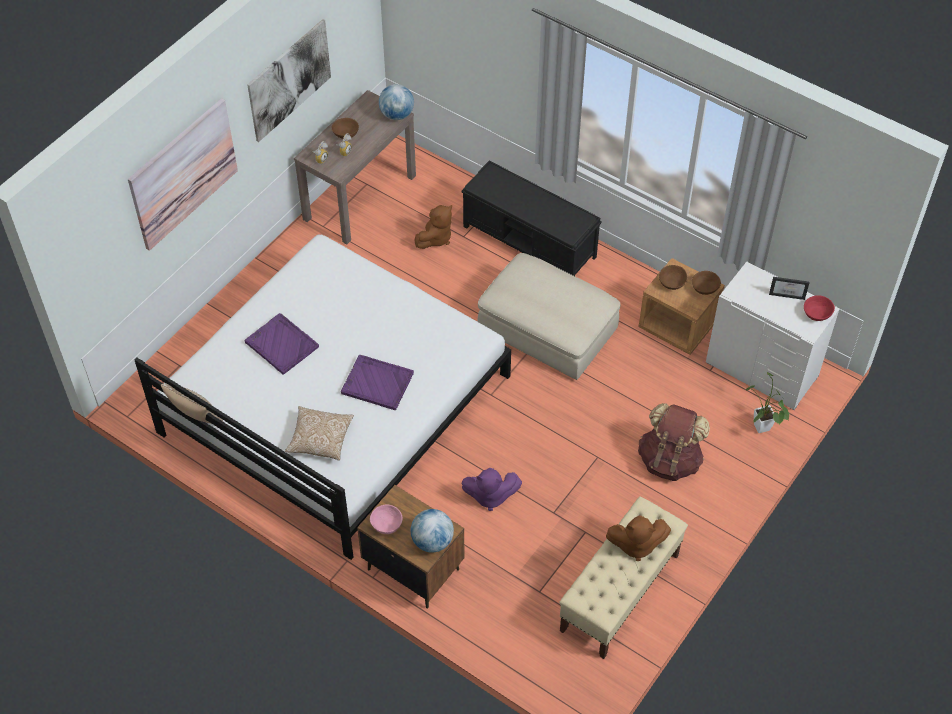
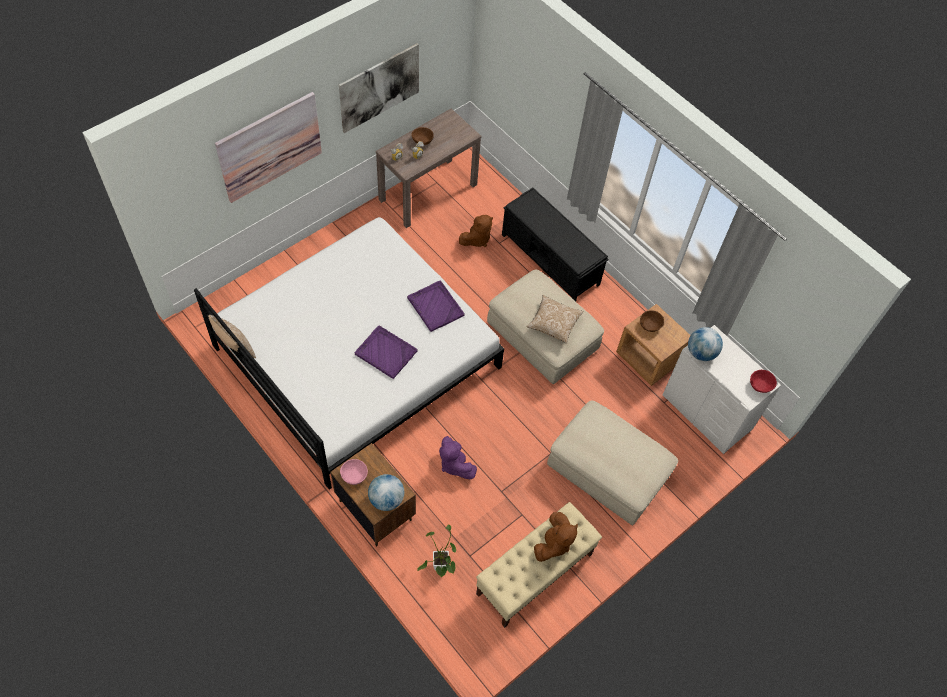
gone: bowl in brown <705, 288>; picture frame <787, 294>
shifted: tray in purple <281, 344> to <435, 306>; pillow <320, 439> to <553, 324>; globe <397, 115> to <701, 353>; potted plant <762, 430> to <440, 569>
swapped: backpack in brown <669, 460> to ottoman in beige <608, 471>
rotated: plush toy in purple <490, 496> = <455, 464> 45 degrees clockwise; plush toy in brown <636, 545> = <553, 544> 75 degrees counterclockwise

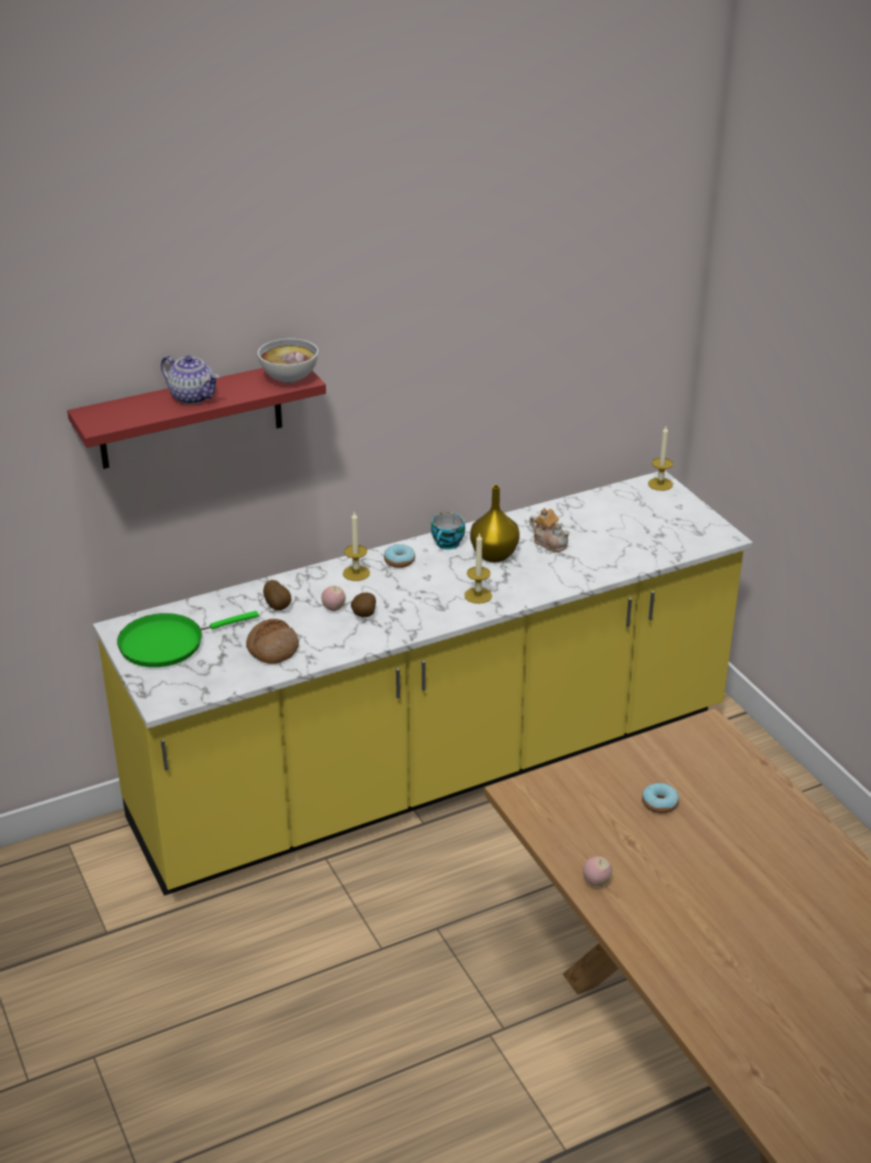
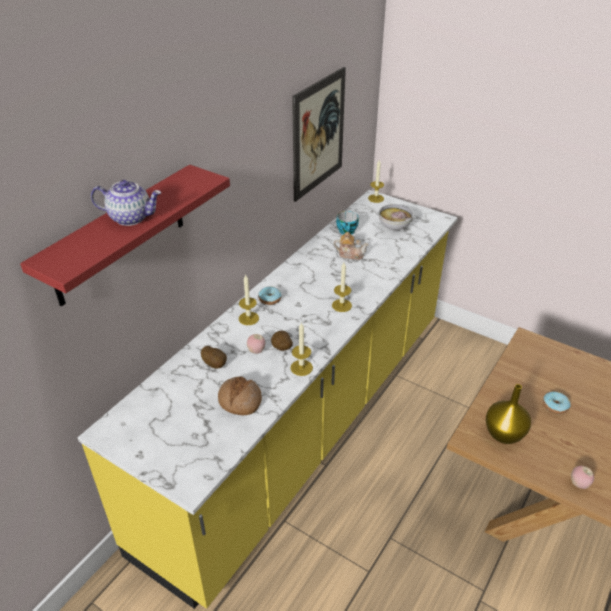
gone: frying pan in green <167, 643>
new: candle <301, 367>; picture <318, 134>
shifted: bowl <289, 379> to <394, 227>; cup <448, 544> to <347, 232>; vase in yellow <494, 555> to <504, 435>

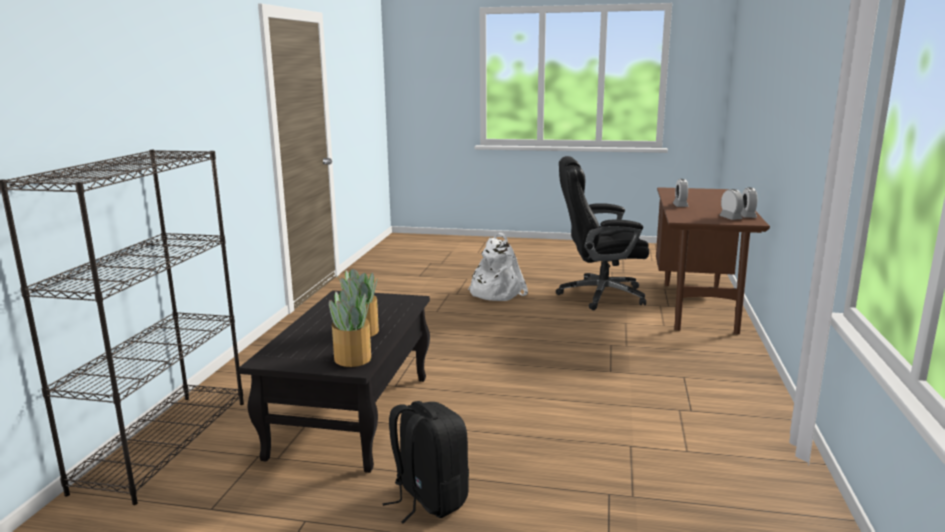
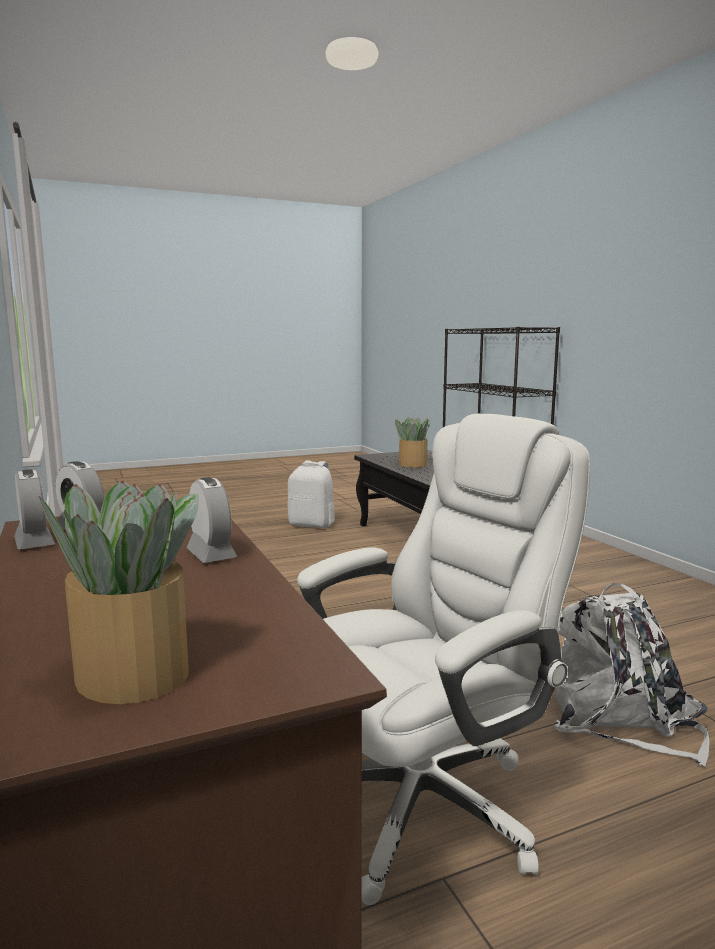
shifted: potted plant <352, 358> to <132, 673>
repainted: backpack in black <428, 499> to backpack in white <312, 524>; office chair in black <599, 295> to office chair in white <424, 802>

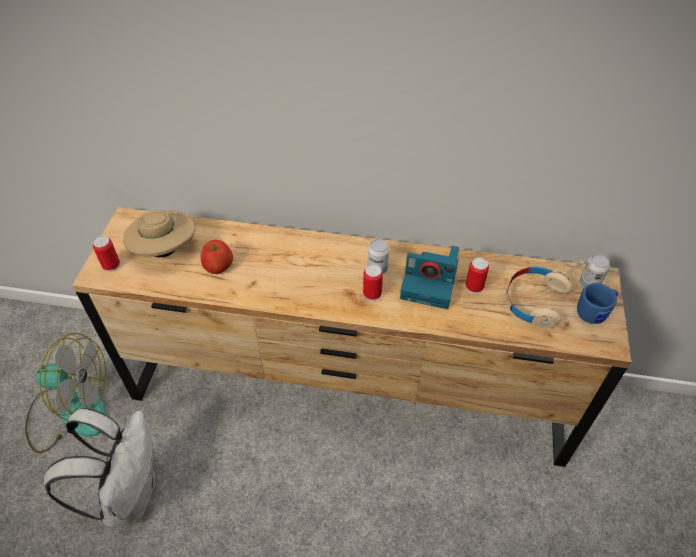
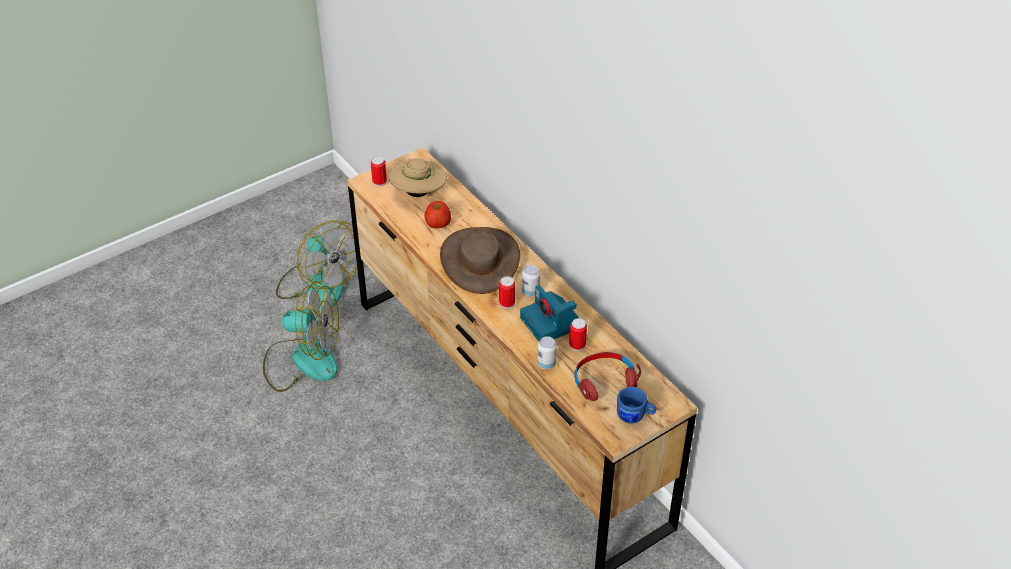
new: hat in brown <480, 260>
shifted: can <589, 284> to <546, 364>
swapped: backpack in white <129, 494> to fan <303, 360>
repainted: headphones in beige <534, 301> to headphones in red <604, 381>

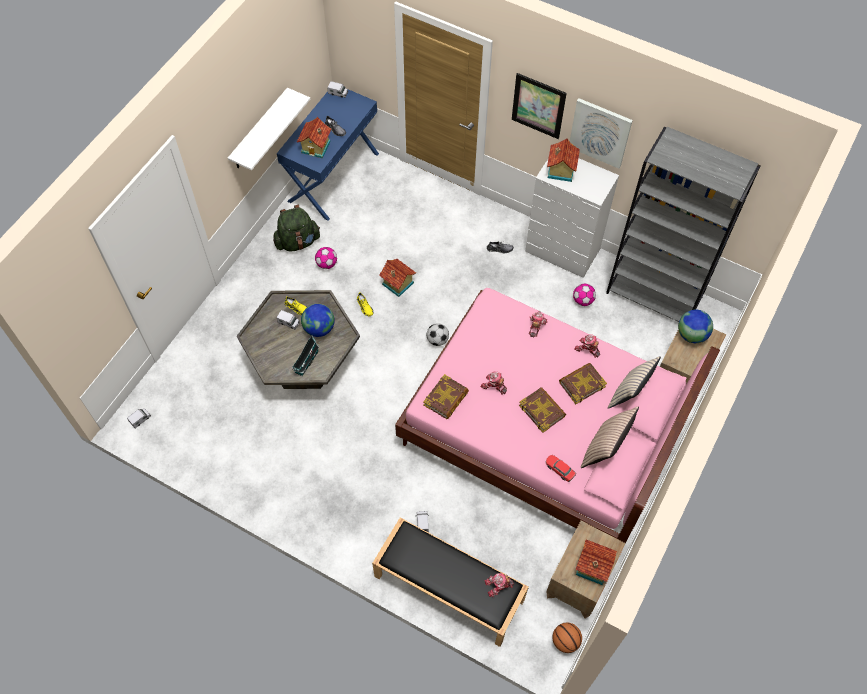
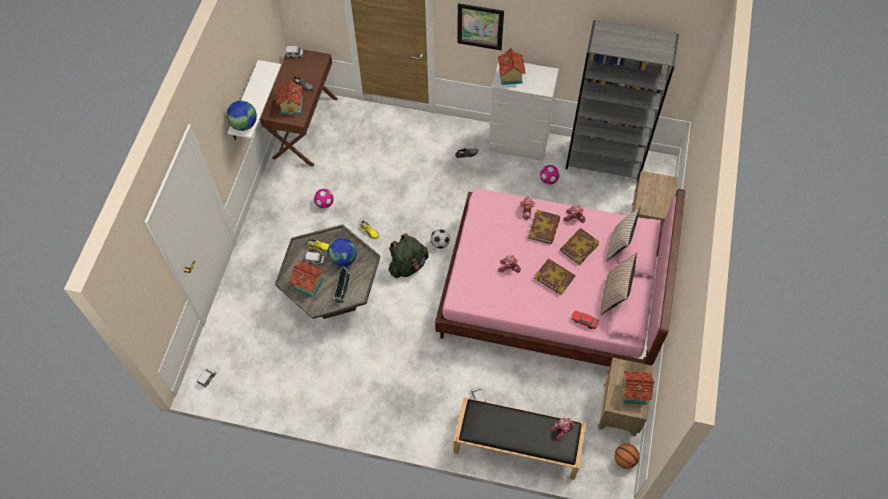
gone: picture <600, 132>
shifted: backpack in green <297, 242> to <408, 265>; toy house <397, 284> to <308, 284>; book <446, 399> to <544, 228>; globe <691, 334> to <244, 124>
repainted: desk in blue <333, 176> to desk in brown <304, 127>

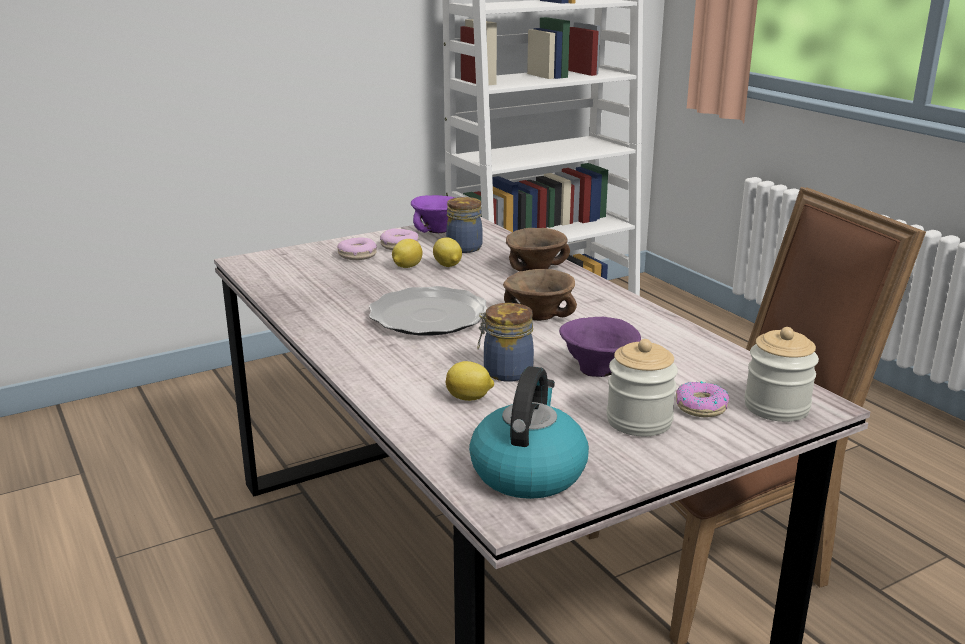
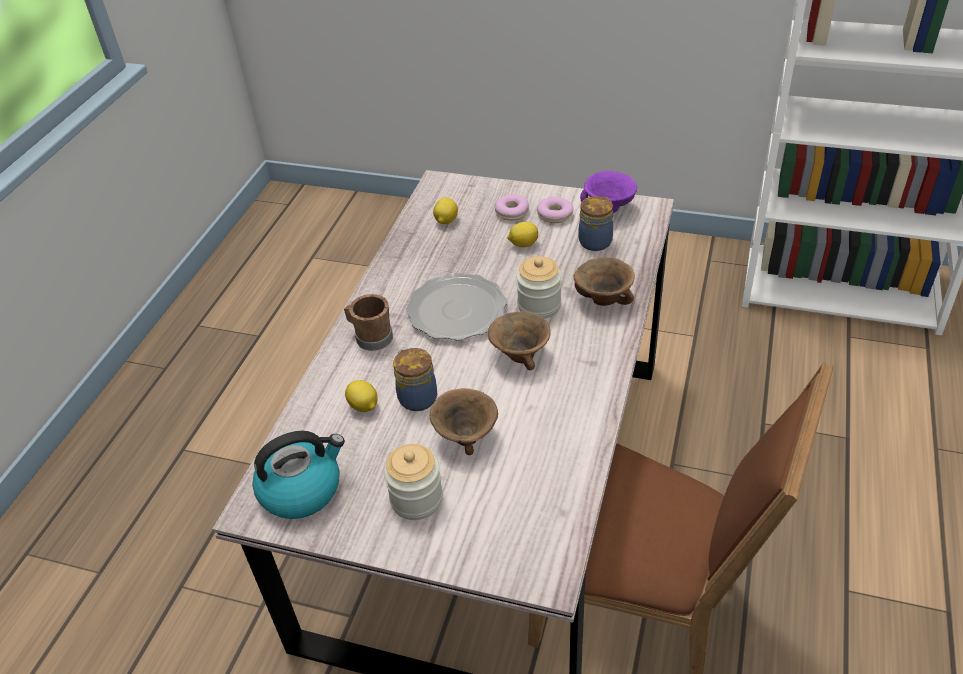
gone: donut <700, 407>
new: mug in brown <370, 337>
shifted: lemon <447, 265> to <446, 221>; jar <776, 407> to <539, 305>
repainted: bowl in purple <596, 372> to bowl in brown <465, 436>

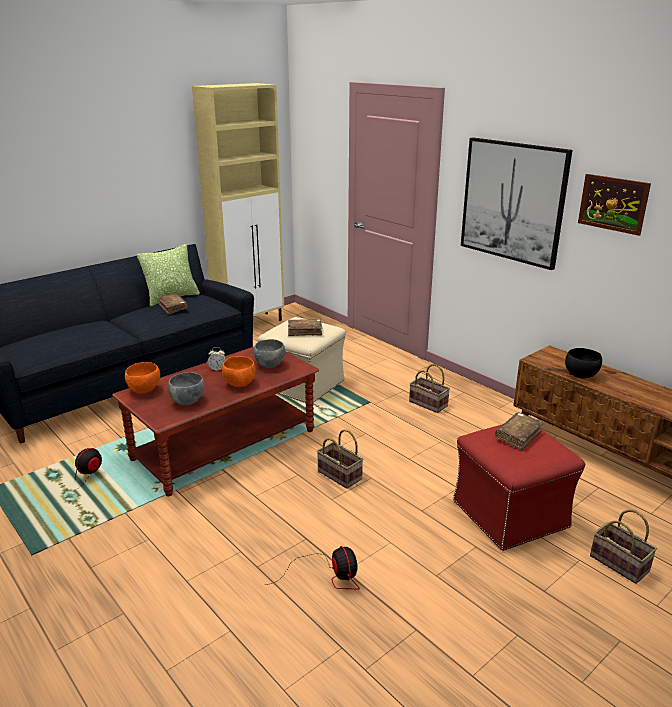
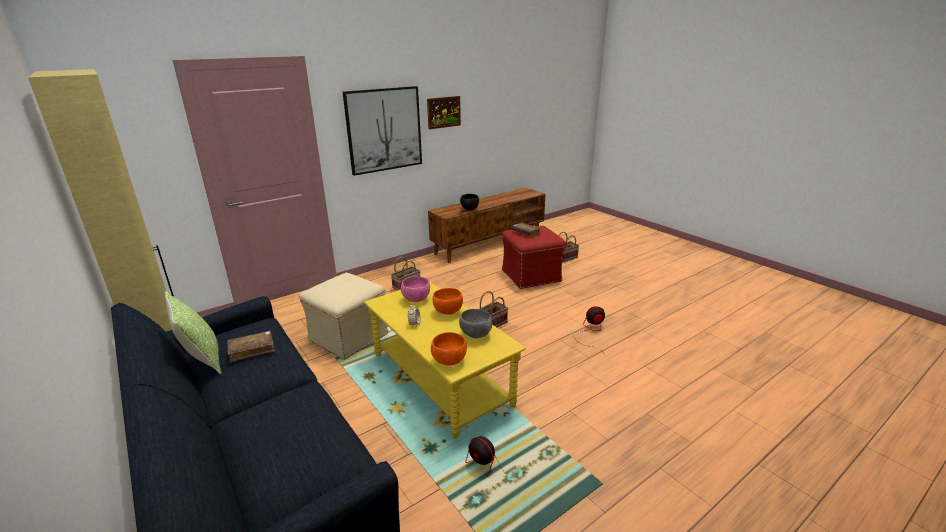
gone: book in brown <305, 331>
repainted: coffee table in brown <225, 445> to coffee table in yellow <440, 378>; bowl in grey <270, 365> to bowl in pink <416, 299>

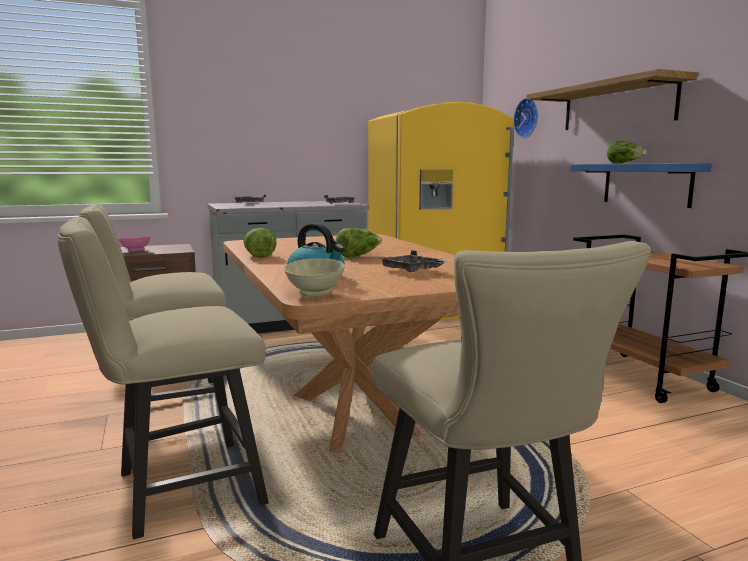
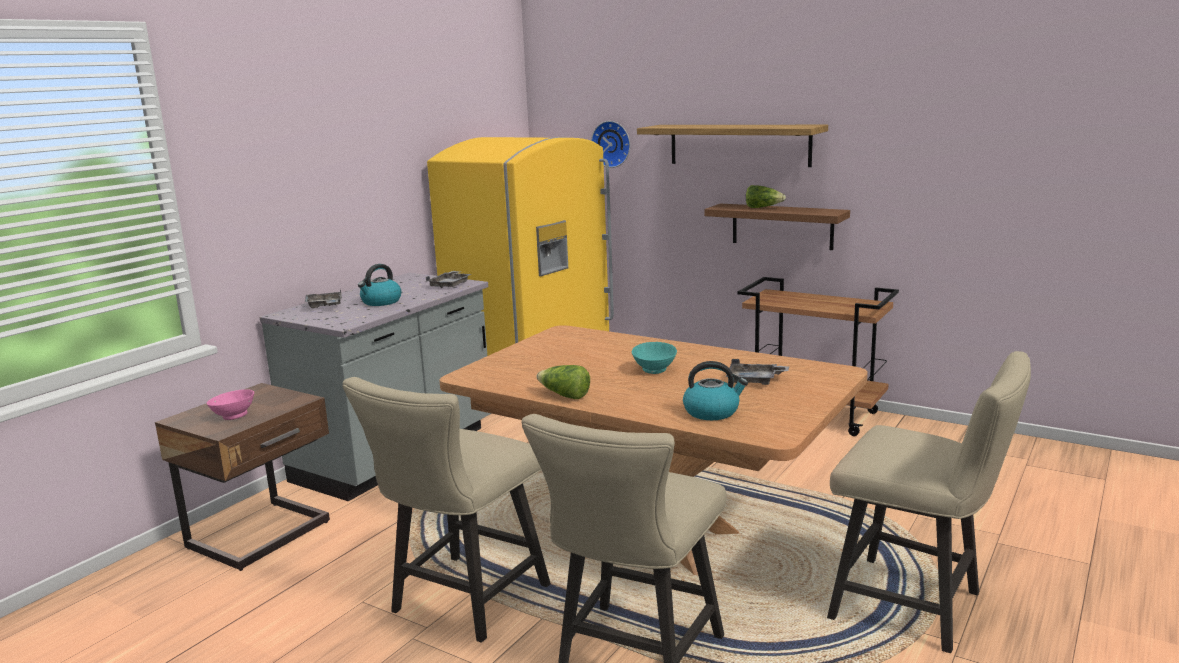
gone: bowl in beige <314, 294>
new: kettle <381, 302>
swapped: lettuce <358, 255> to bowl in turquoise <653, 370>
repainted: shelf in blue <646, 184> to shelf in brown <782, 226>

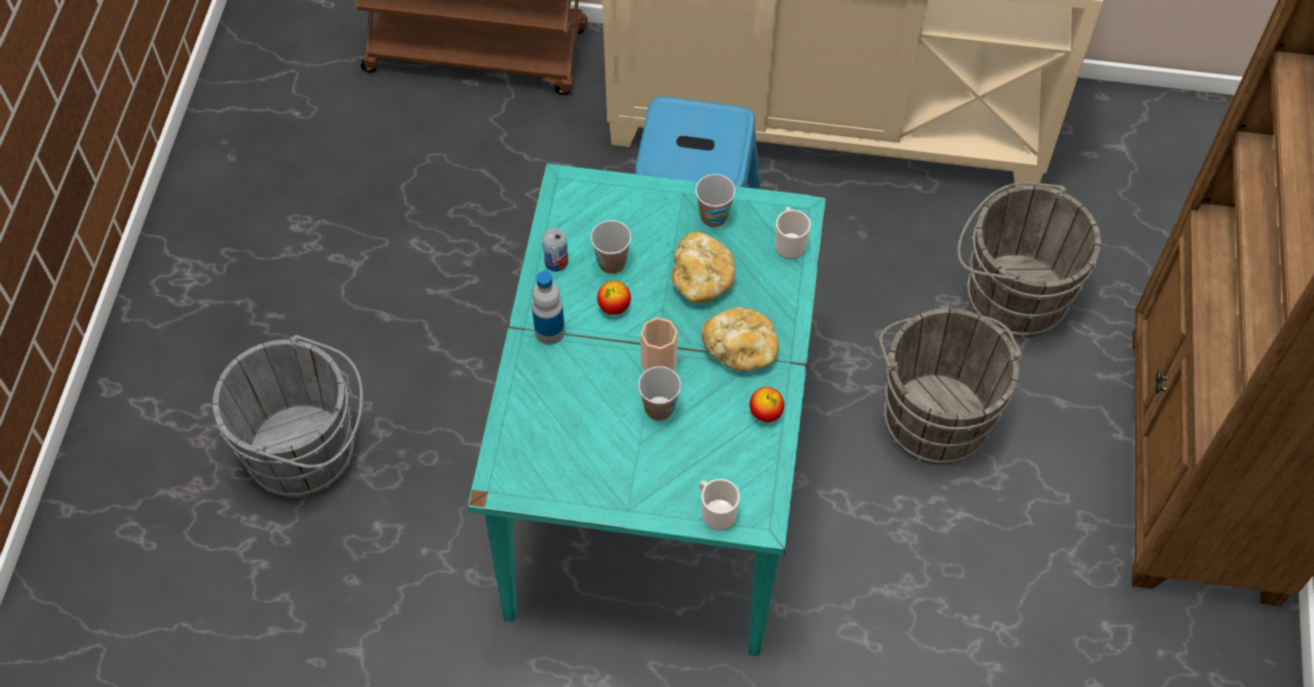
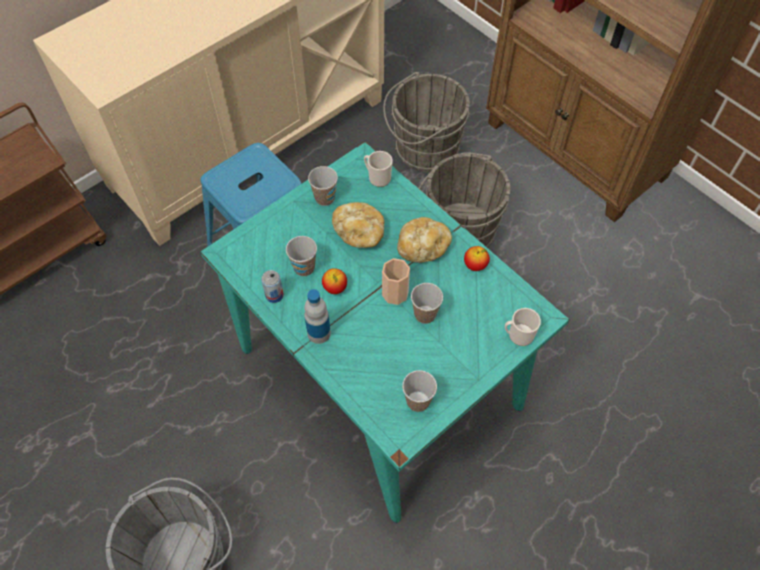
new: cup <418, 401>

